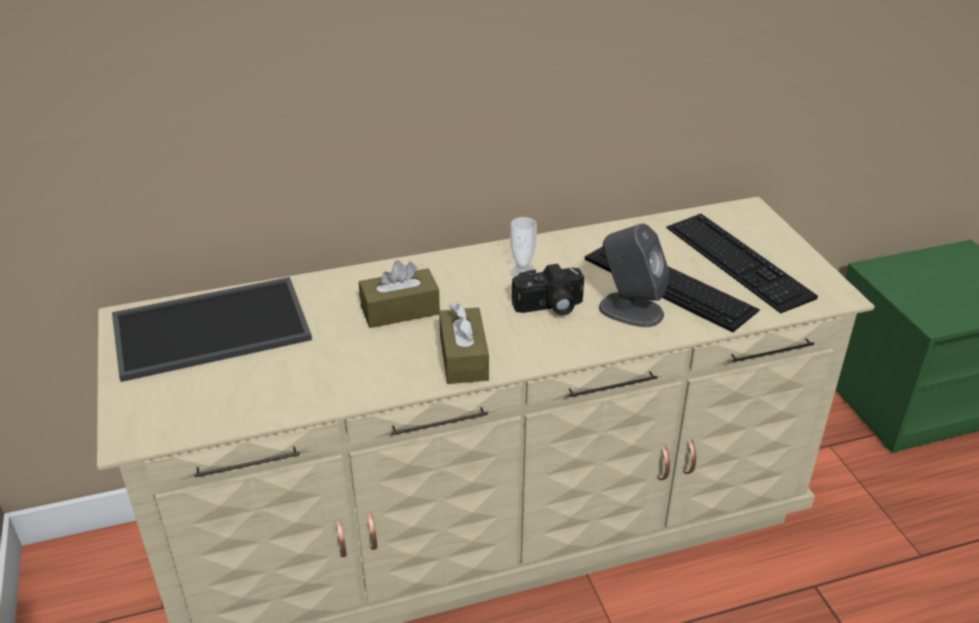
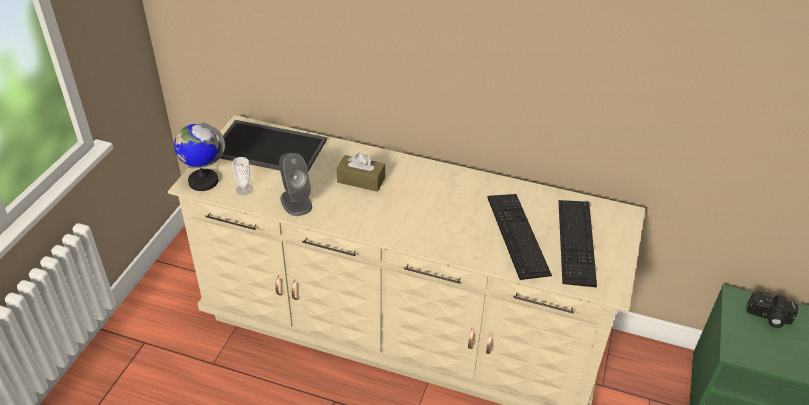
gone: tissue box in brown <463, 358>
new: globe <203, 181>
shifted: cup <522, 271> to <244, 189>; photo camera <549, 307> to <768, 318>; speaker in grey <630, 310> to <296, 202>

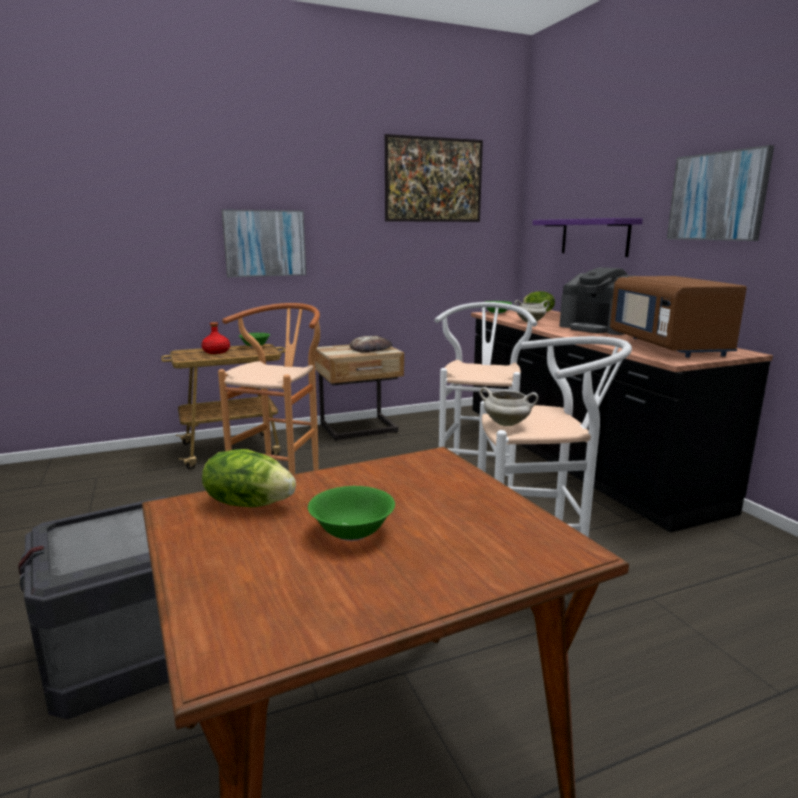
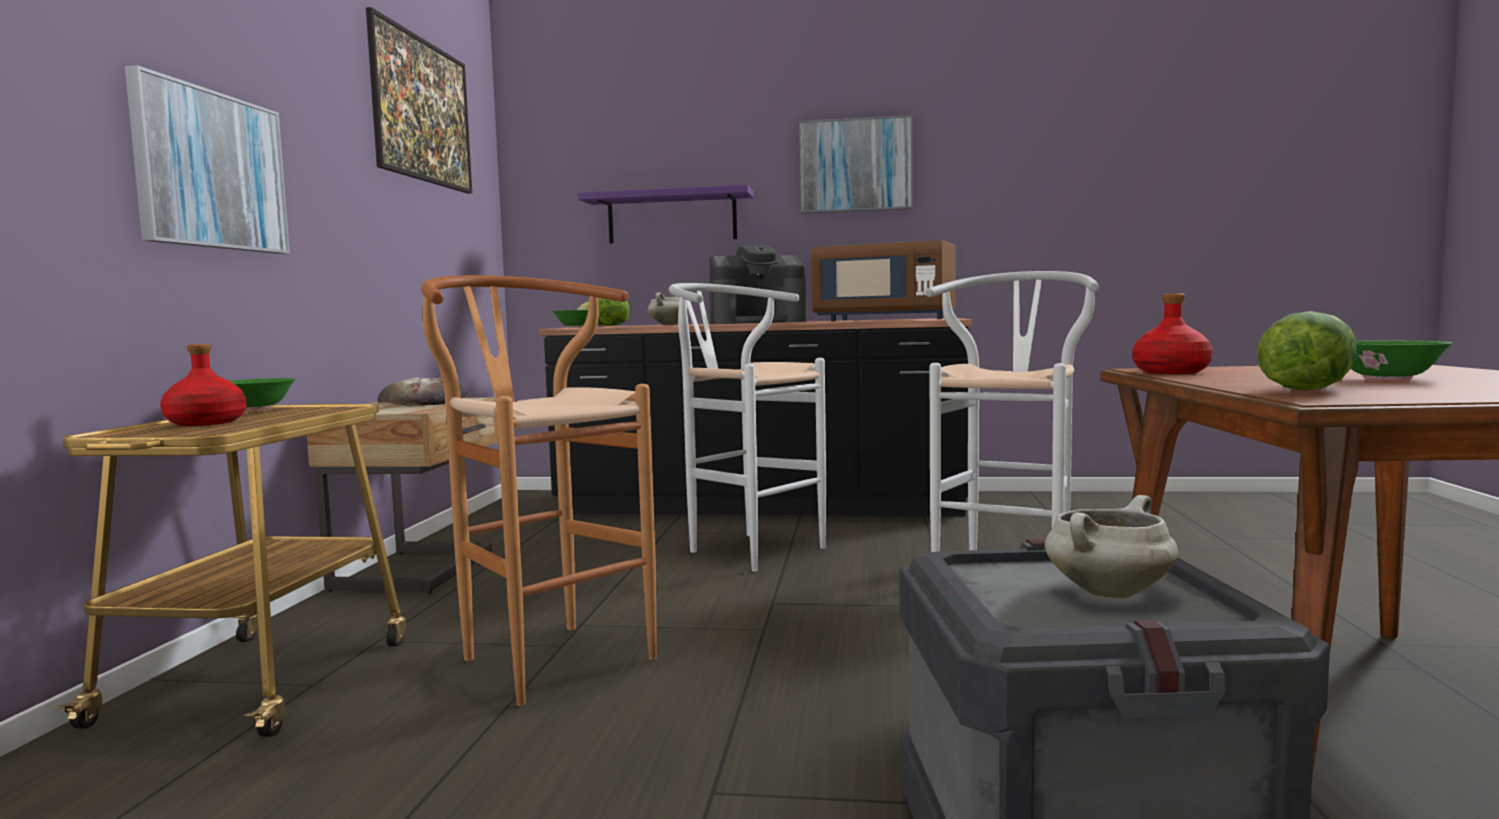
new: bottle in red <1172, 372>
shifted: cooking pot in white <507, 424> to <1108, 592>

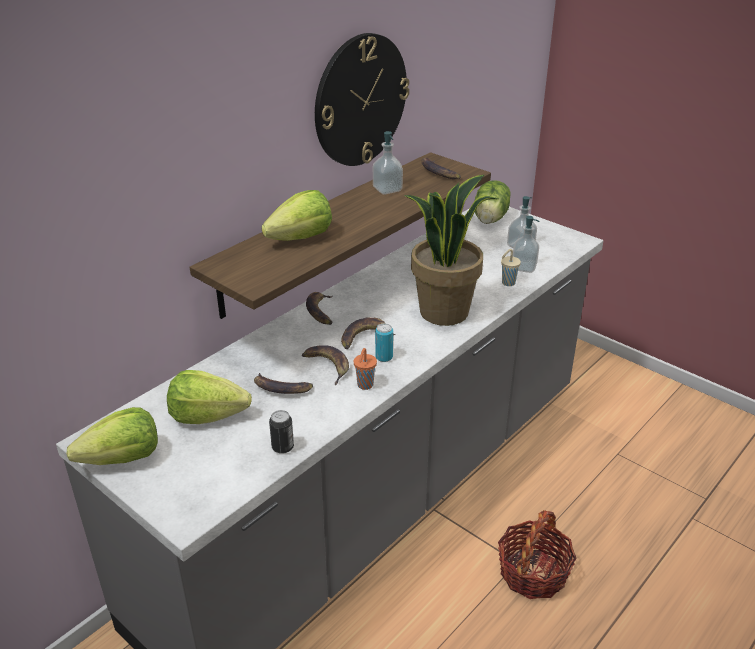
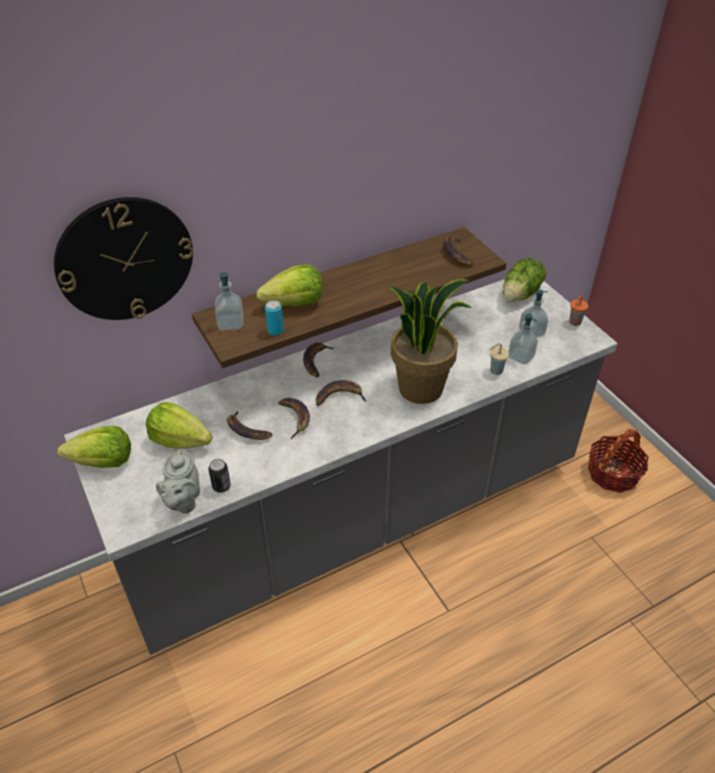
new: teapot in grey <183, 501>
shifted: wall clock <360, 100> to <125, 259>; cup in orange <364, 385> to <574, 322>; soap dispenser <387, 189> to <231, 323>; can <384, 357> to <275, 330>; basket <533, 573> to <613, 473>

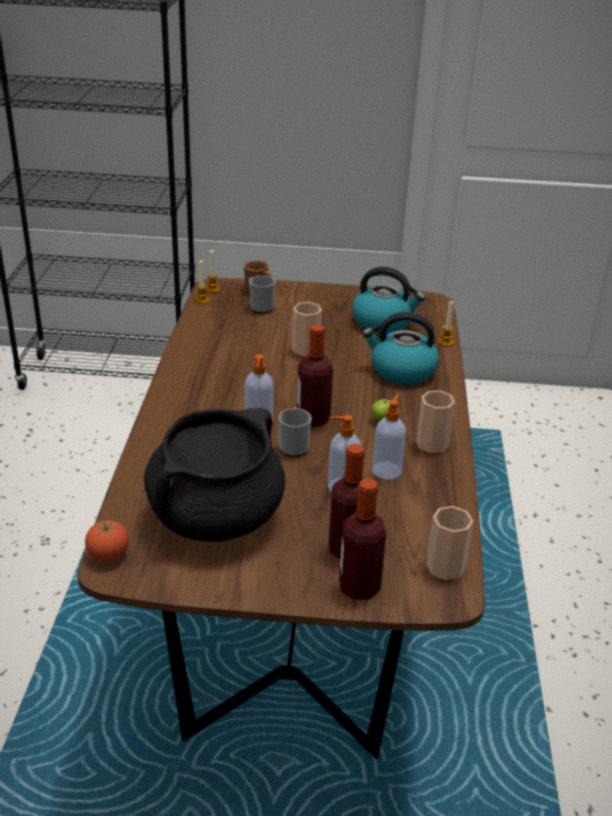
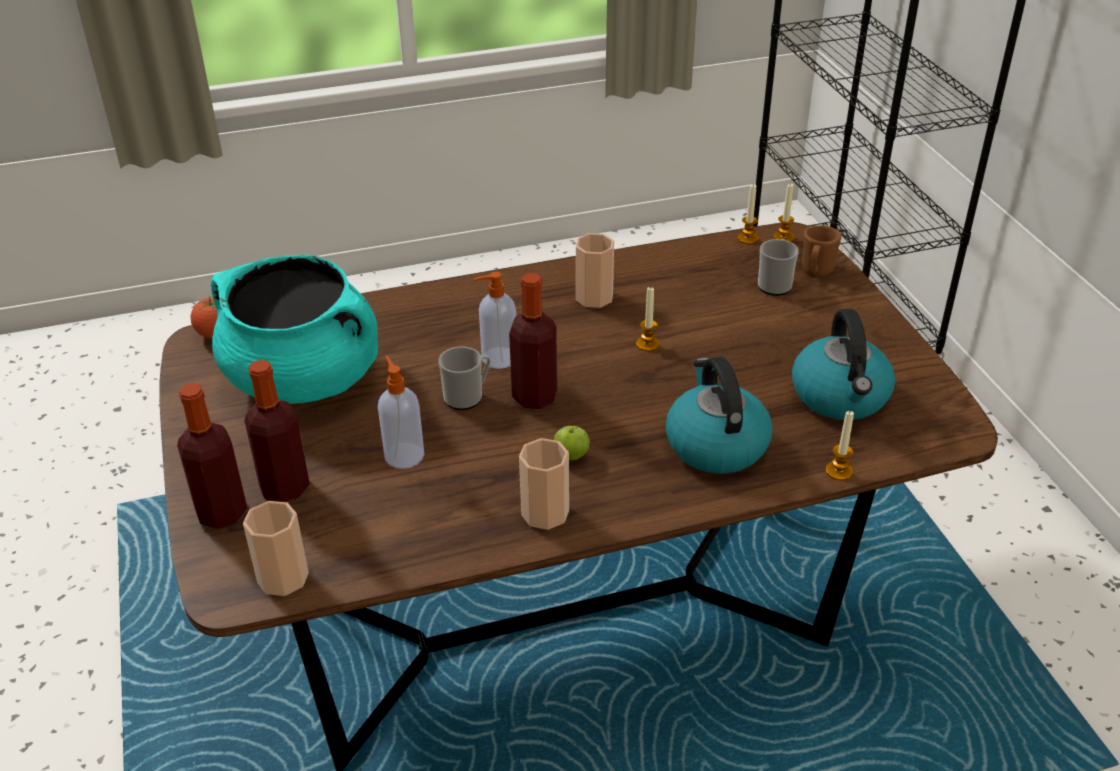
gone: soap dispenser <387, 470>
new: candle <647, 344>
shifted: cup <305, 349> to <594, 297>
repainted: cooking pot in black <216, 516> to cooking pot in turquoise <305, 379>

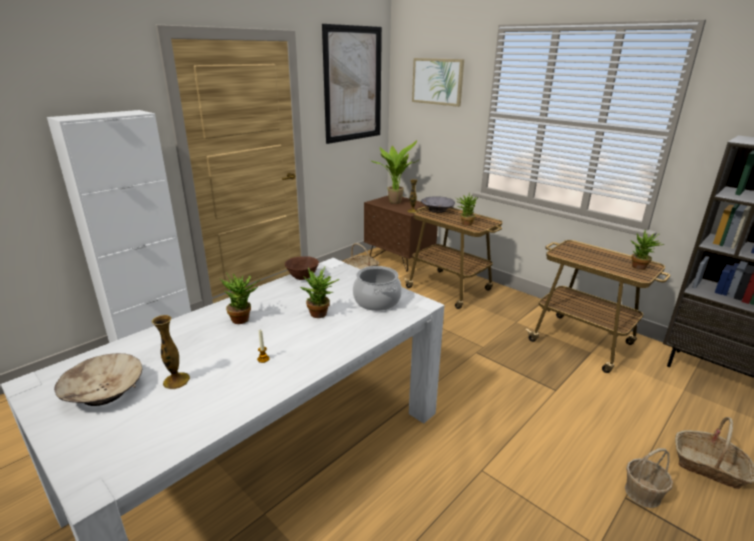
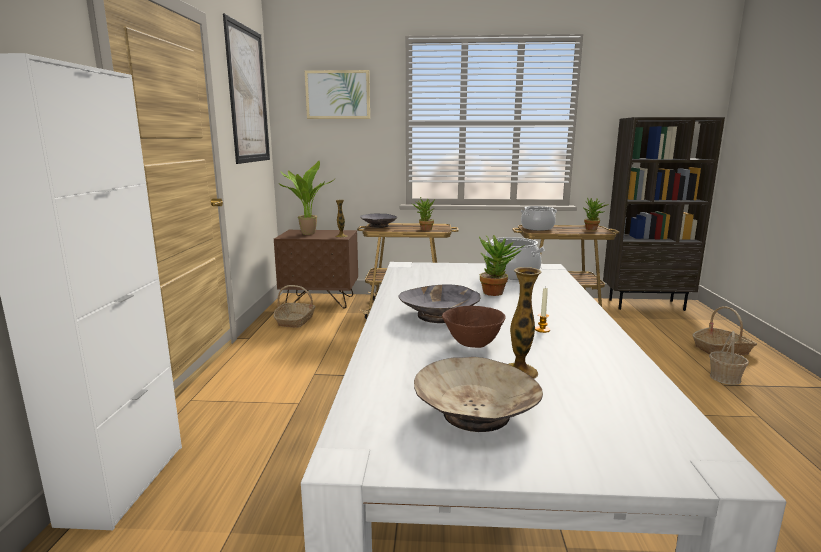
new: cooking pot <537, 228>
shifted: bowl in brown <302, 277> to <472, 344>
swapped: potted plant <244, 319> to bowl in grey <439, 315>

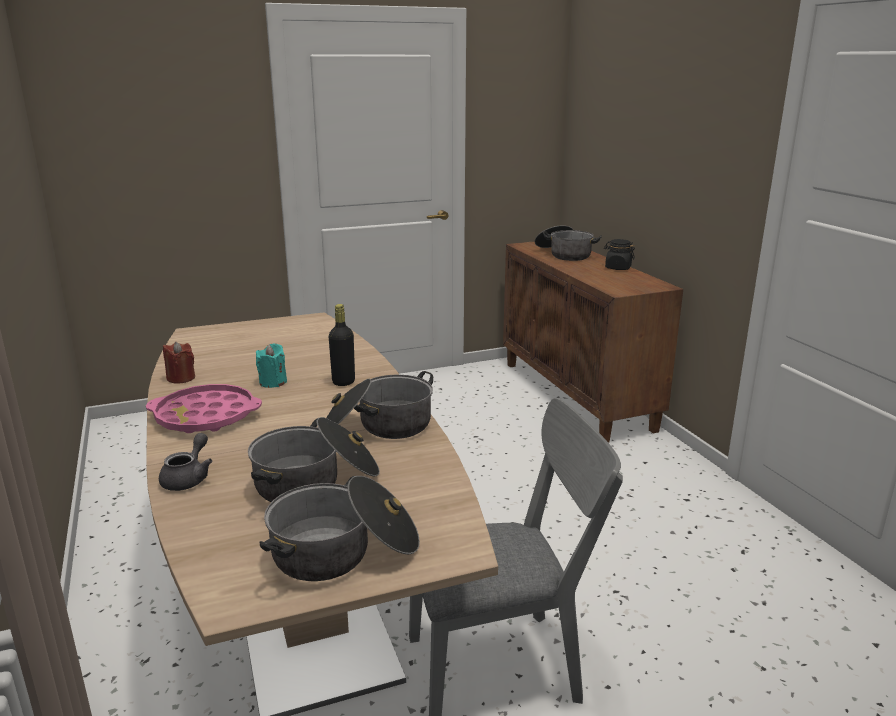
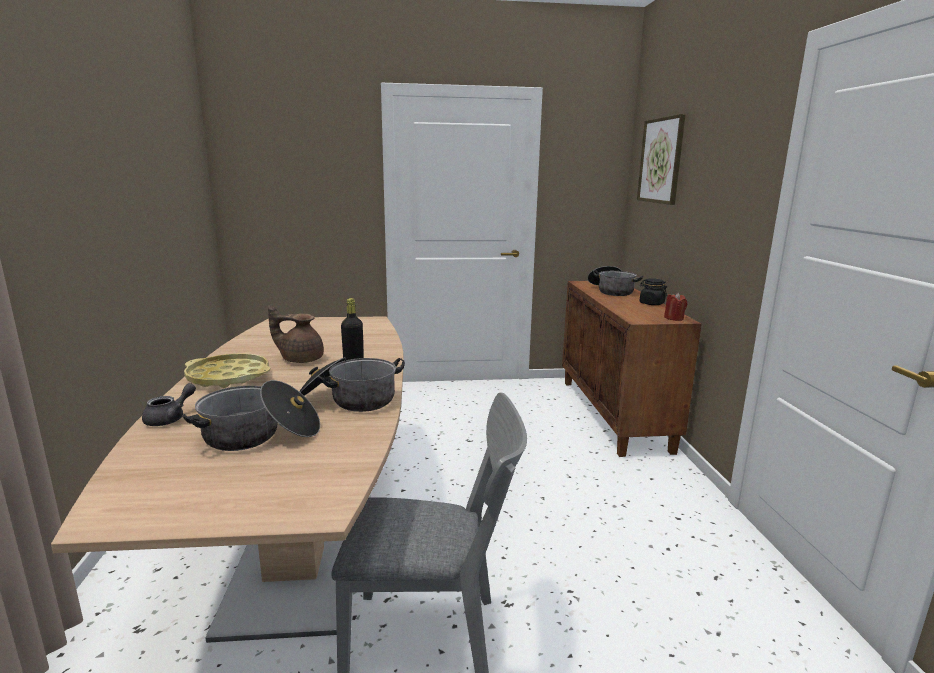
gone: cooking pot <344, 552>
new: picture <661, 160>
shifted: candle in red <181, 378> to <674, 318>
swapped: candle in turquoise <273, 382> to teapot in brown <300, 359>
repainted: tray in pink <206, 416> to tray in yellow <228, 377>

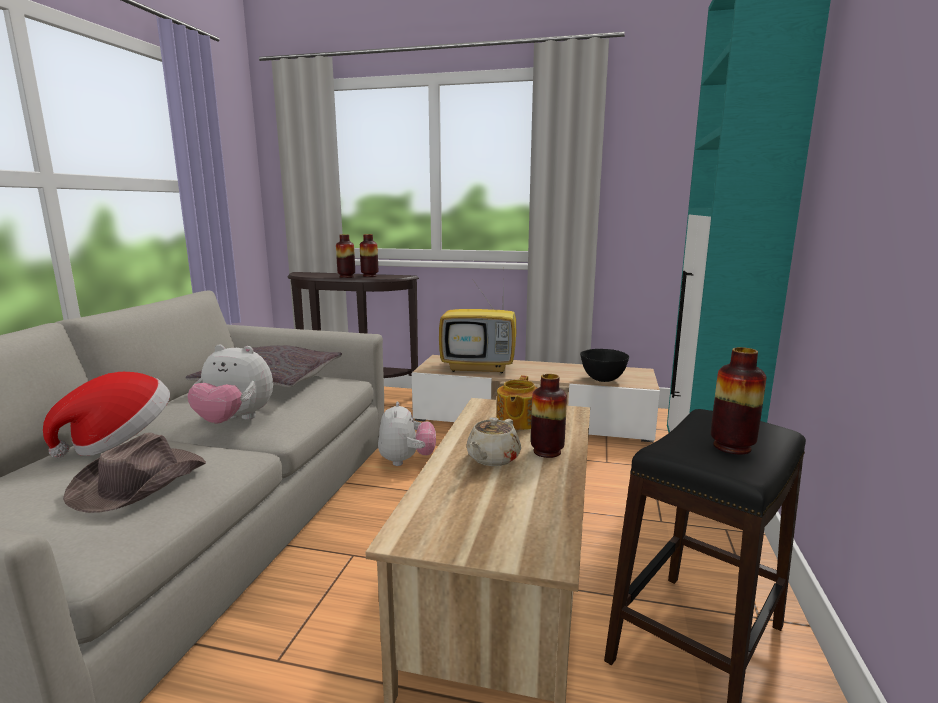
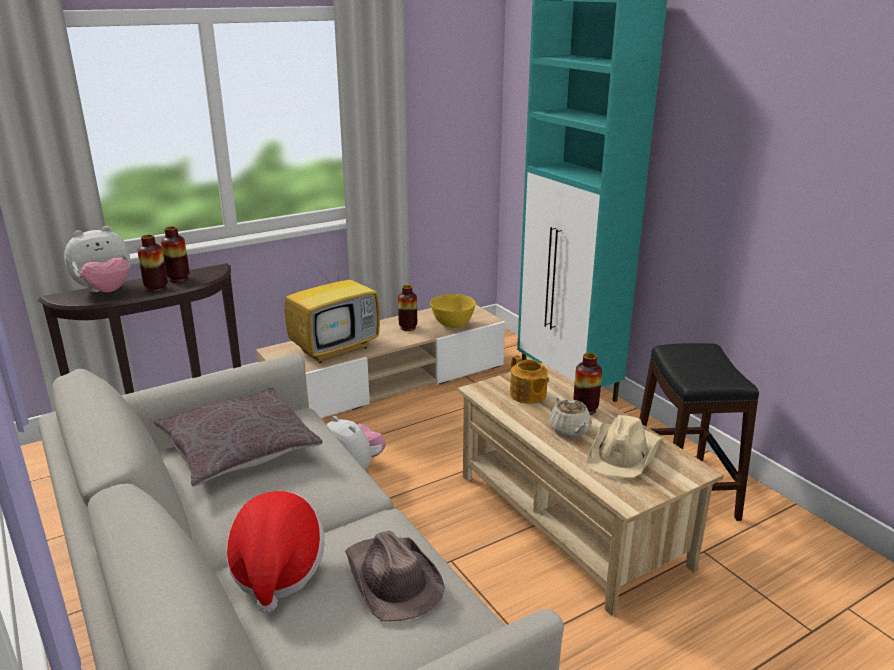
new: hat in beige <624, 453>
shifted: plush toy <235, 421> to <106, 291>; vase <732, 447> to <408, 328>
repainted: bowl in black <603, 379> to bowl in yellow <453, 325>

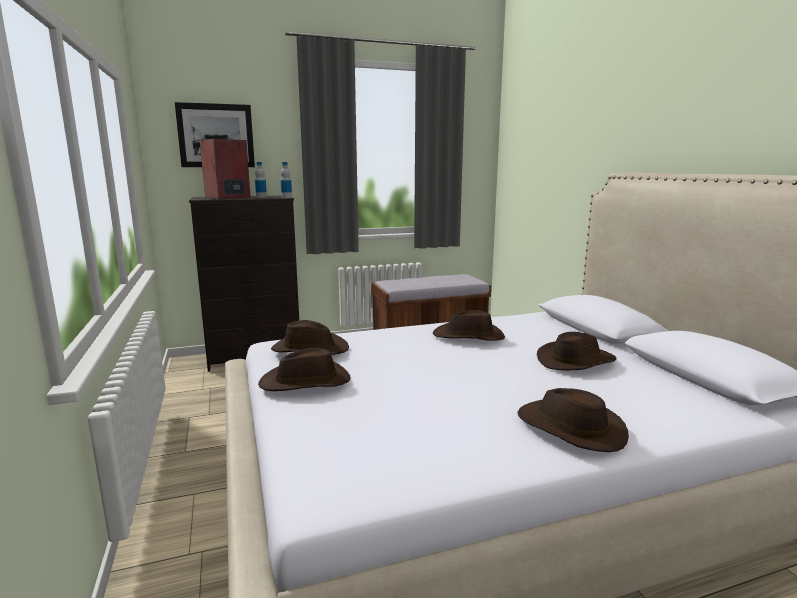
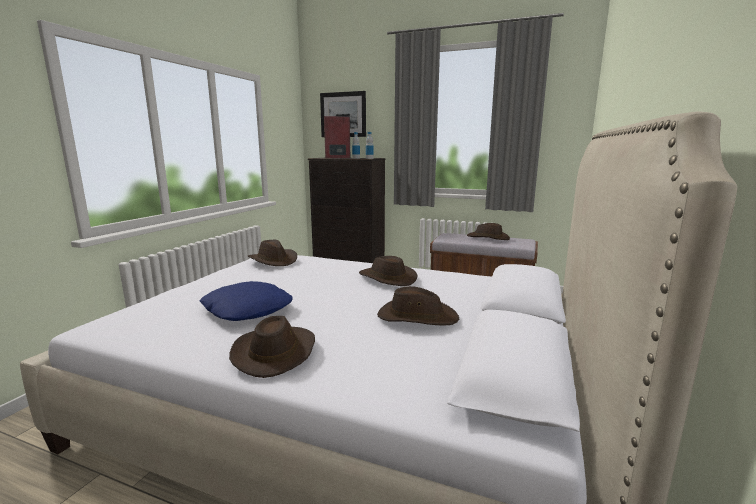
new: pillow in blue <246, 309>
shifted: hat in brown <306, 382> to <488, 238>

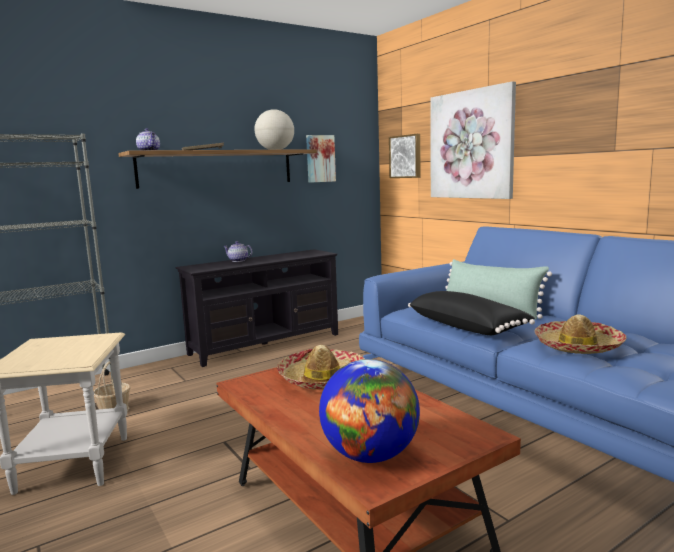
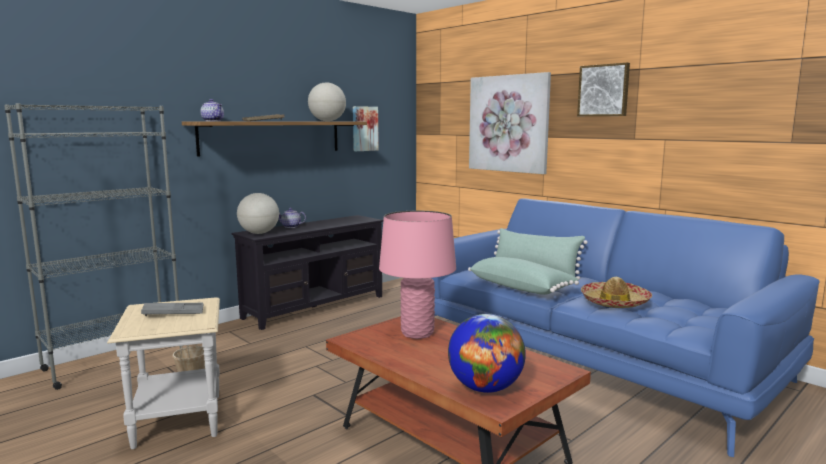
new: tray in grey <173, 313>; globe <259, 233>
shifted: picture <406, 156> to <604, 90>
swapped: hat <322, 378> to table lamp in pink <417, 333>
repainted: pillow in black <467, 327> to pillow in green <521, 288>

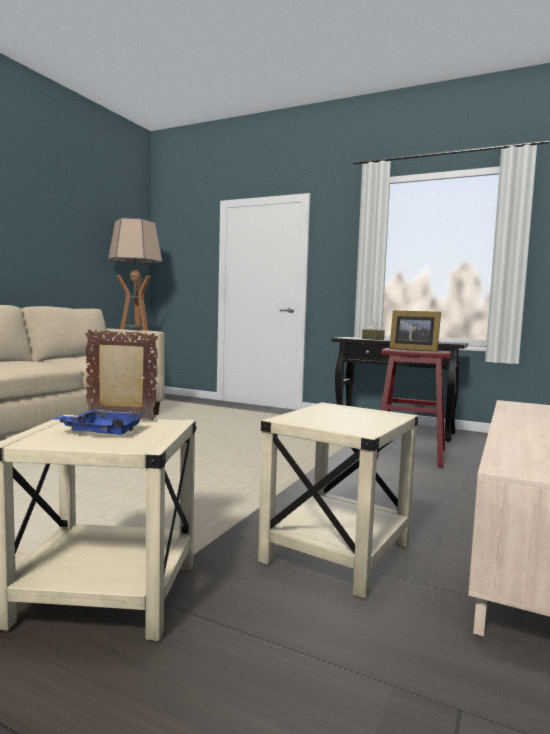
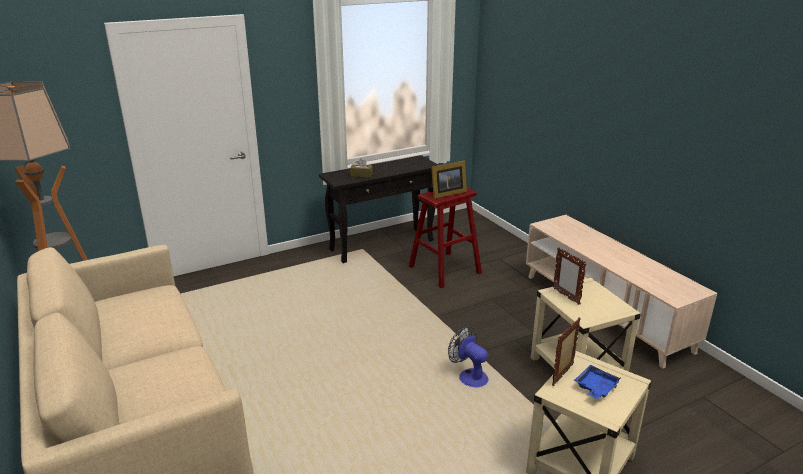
new: fan <469, 375>; picture frame <566, 296>

